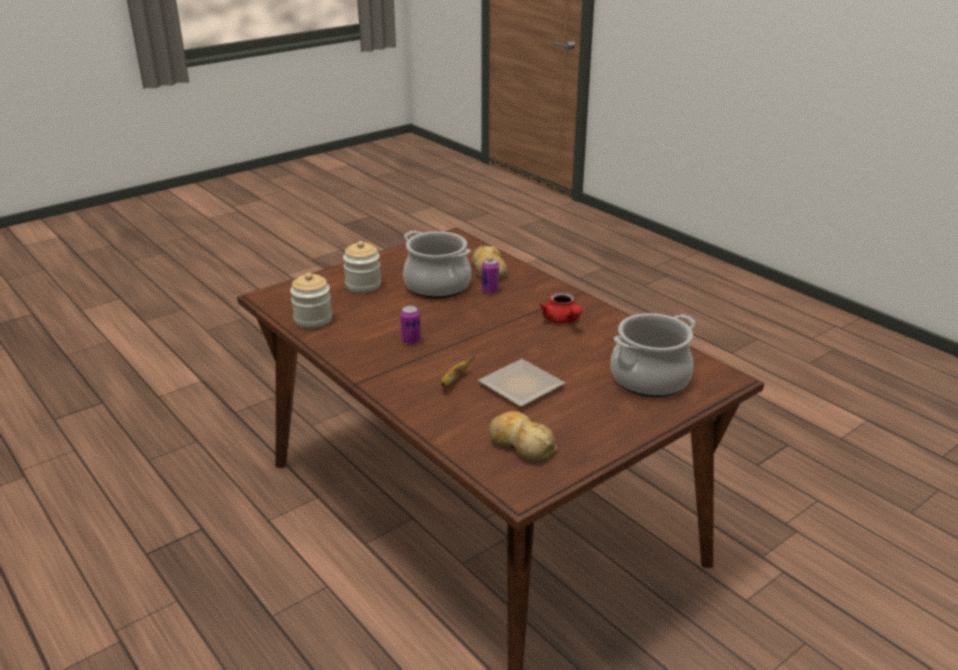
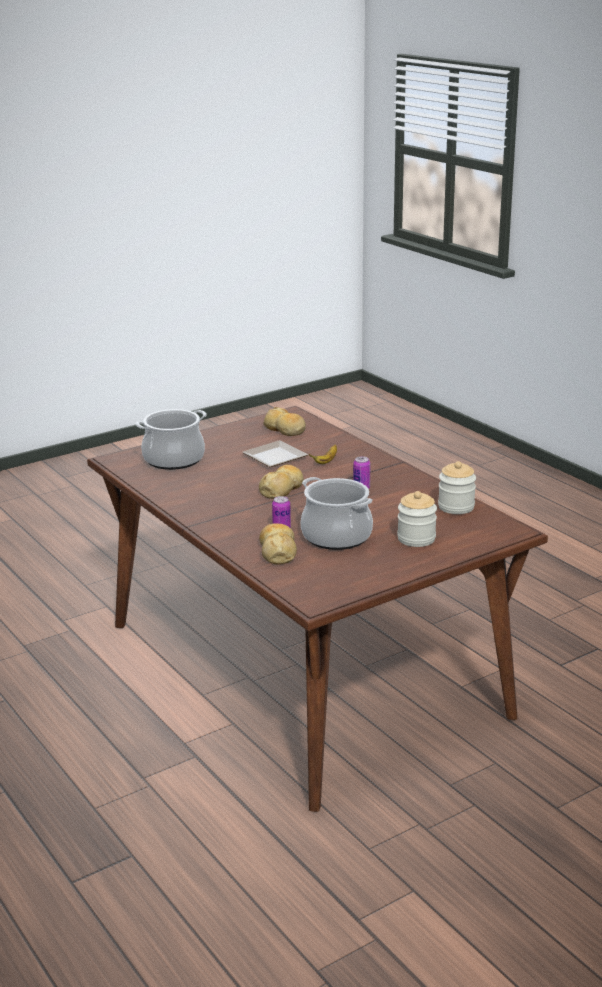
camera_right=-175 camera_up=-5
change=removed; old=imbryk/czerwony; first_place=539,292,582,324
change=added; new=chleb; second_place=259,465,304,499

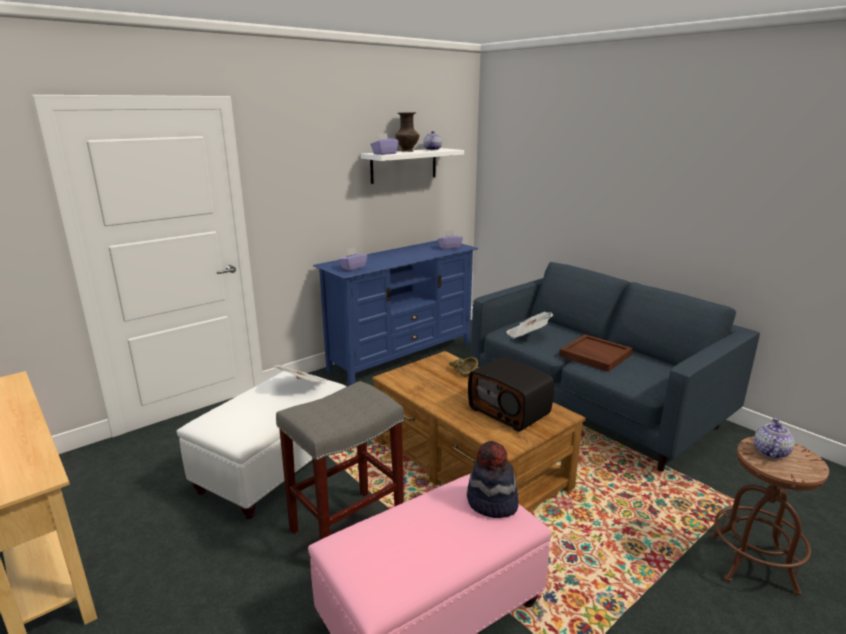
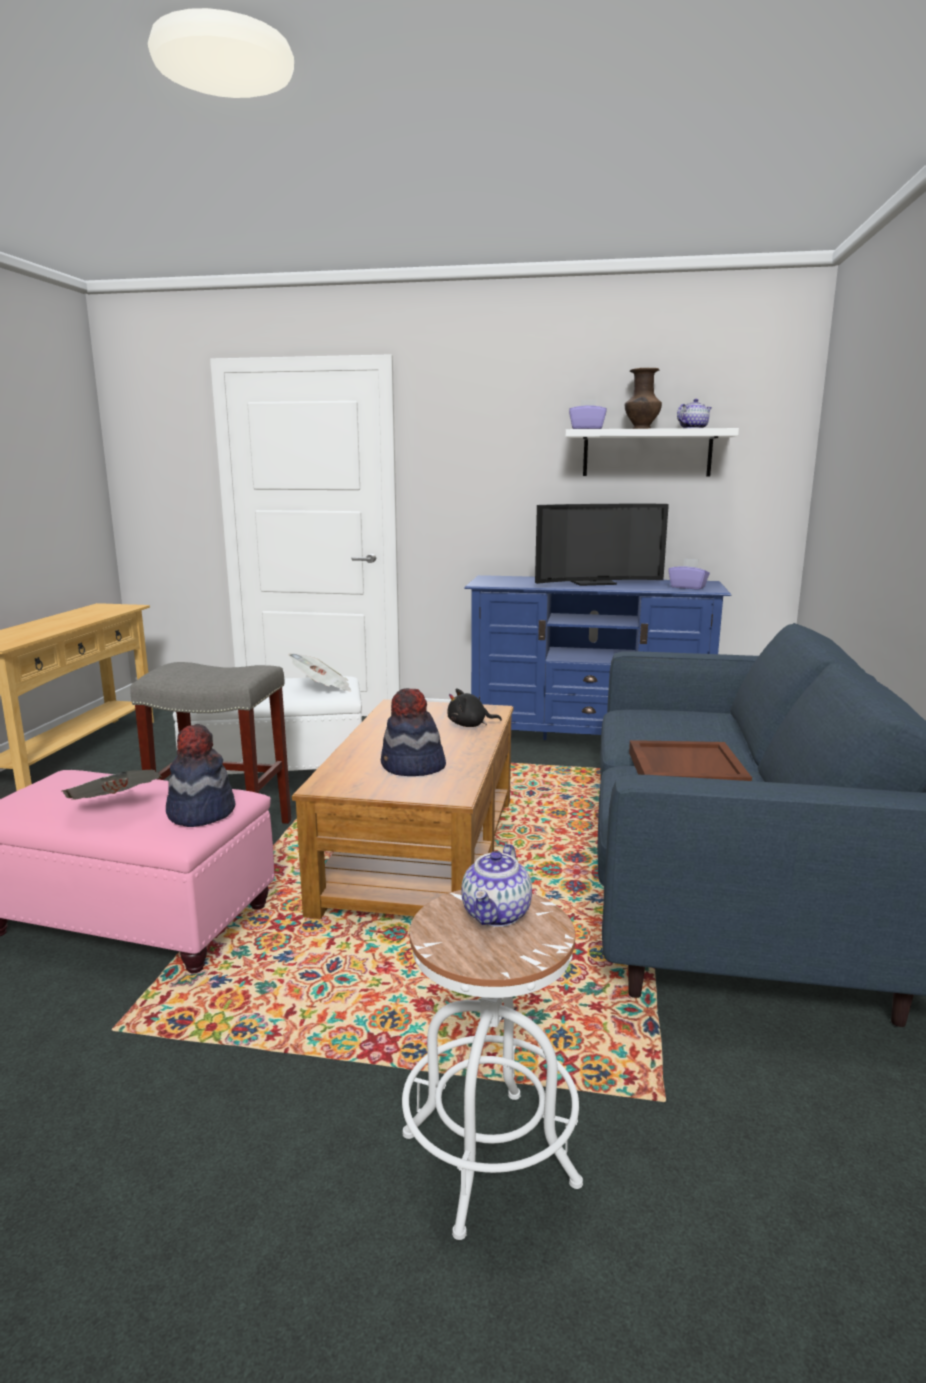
camera_right=50 camera_up=-5
change=removed; old=pudełko chusteczek/fioletowy; first_place=339,248,367,271
change=added; new=telewizor; second_place=535,504,669,586
change=moved; old=gazeta; first_place=507,312,553,339; second_place=62,770,161,800
change=replaced; old=miska/brązowy; new=pluszak/czarny; first_place=449,357,478,377; second_place=447,688,502,727
change=replaced; old=radio; new=kapelusz; first_place=468,357,554,432; second_place=381,688,446,776
change=recoloured; old=stołek/brązowy; new=stołek/biały; first_place=711,437,829,595; second_place=402,890,583,1240
change=turned; old=imbryk; first_place=754,418,794,459; second_place=461,844,532,927; degrees=120

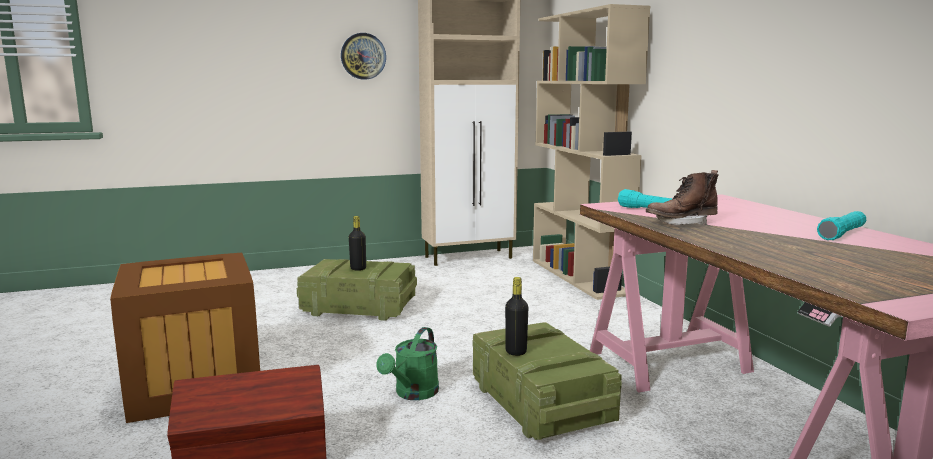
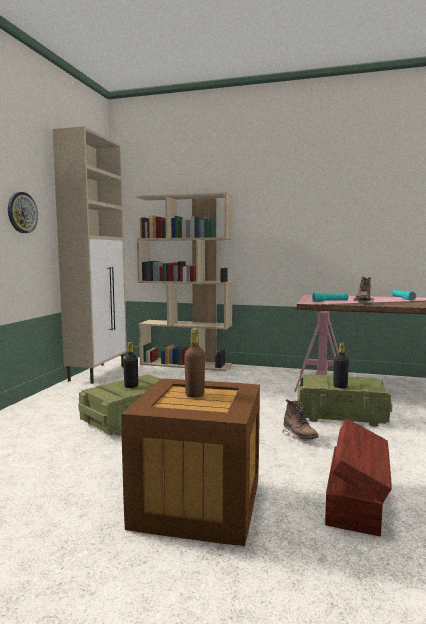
camera_right=-55 camera_up=-5
change=added; new=butelka/brązowy; second_place=184,328,205,398
change=replaced; old=konewka/zielony; new=but z cholewką/brązowy; first_place=376,327,439,400; second_place=283,399,319,441

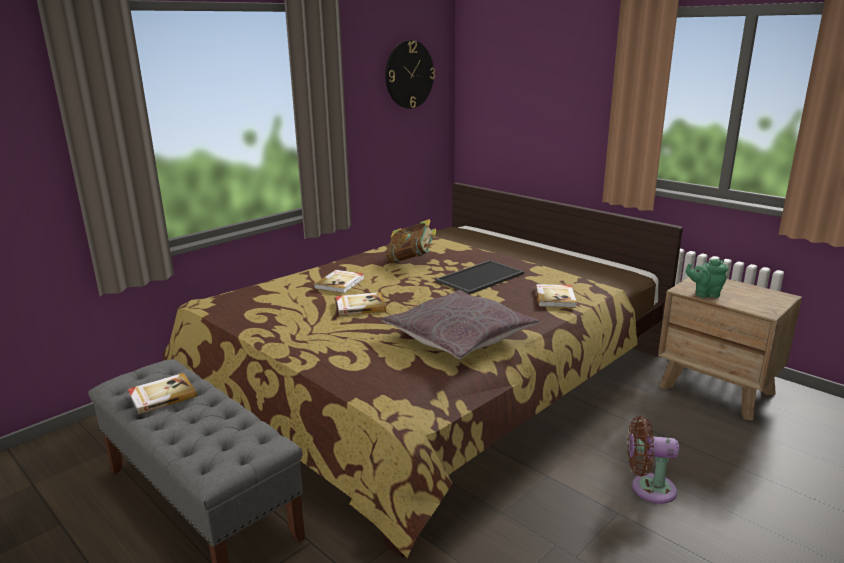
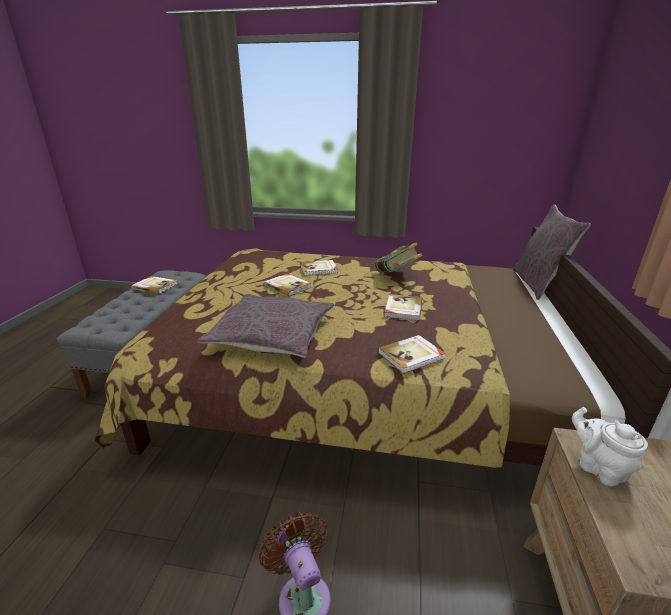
camera_right=55 camera_up=5
change=removed; old=zegar ścienny; first_place=385,40,435,109
change=added; new=poduszka/szary; second_place=513,204,591,300
change=replaced; old=taca; new=książka; first_place=435,260,524,295; second_place=384,294,422,321
change=recoloured; old=imbryk/zielony; new=imbryk/biały; first_place=686,259,728,298; second_place=572,407,648,486

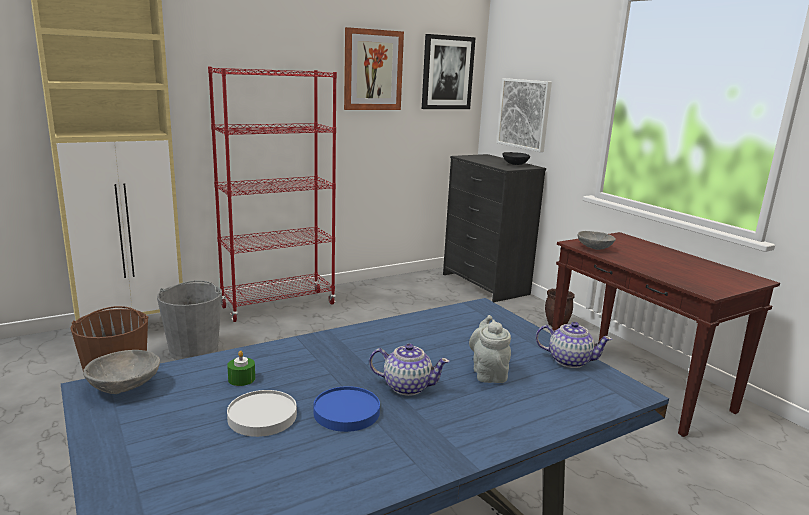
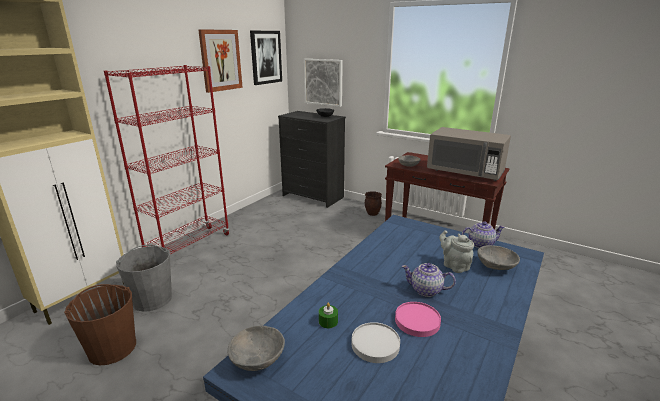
camera_right=-25 camera_up=5
change=added; new=mikrofalówka/szary; second_place=427,127,511,181
change=added; new=miska/szary; second_place=477,245,520,270
change=recoloured; old=talerz/niebieski; new=talerz/różowy; first_place=314,386,380,432; second_place=395,302,441,337
change=turned; old=imbryk; first_place=369,344,450,396; second_place=402,263,456,297; degrees=-150

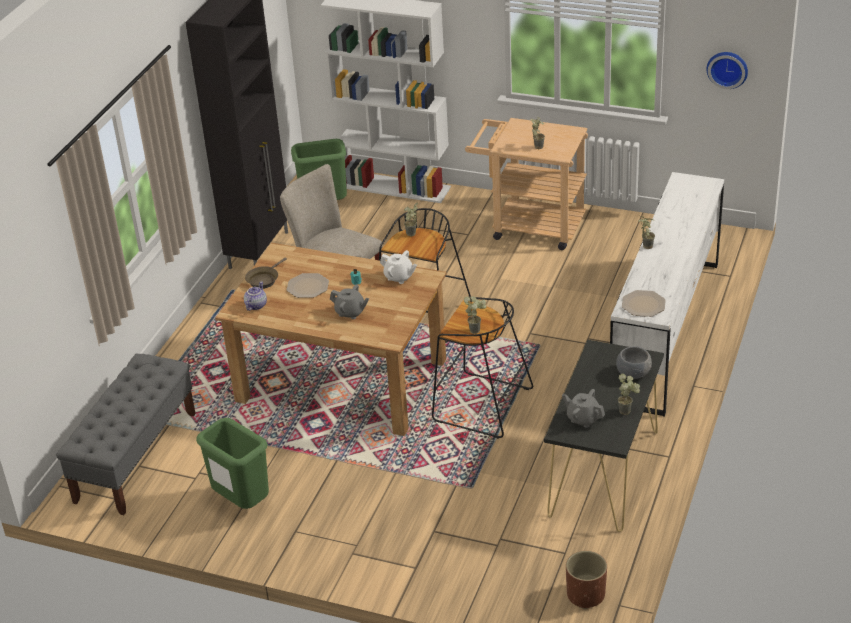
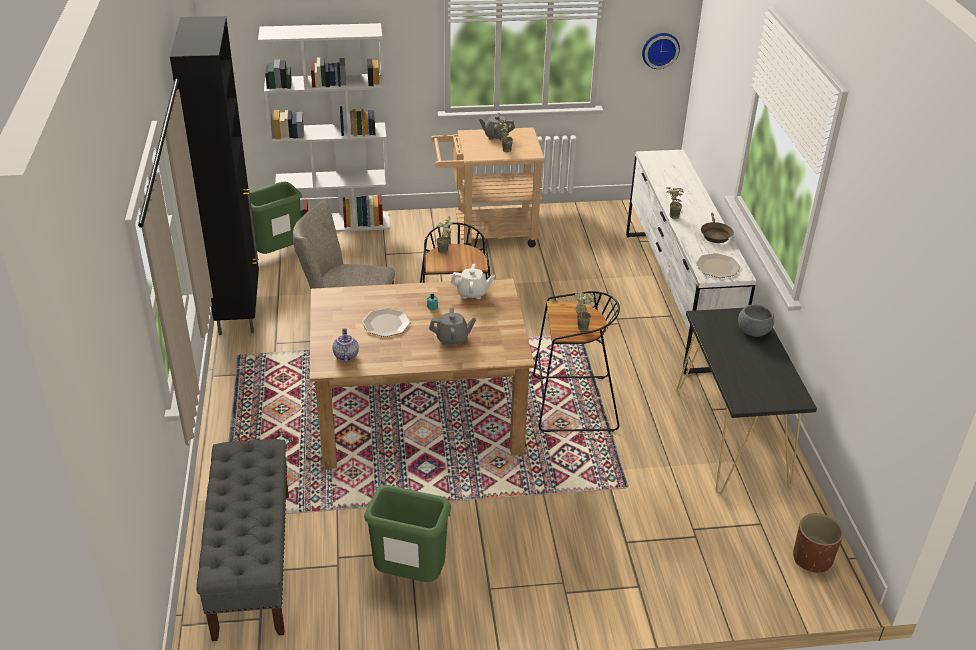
camera_right=-30 camera_up=0
change=removed; old=roślina doniczkowa; first_place=618,374,640,415
change=moved; old=patelnia/brązowy; first_place=245,257,287,289; second_place=701,213,734,243
change=moved; old=imbryk/szary; first_place=562,389,605,428; second_place=479,113,515,141

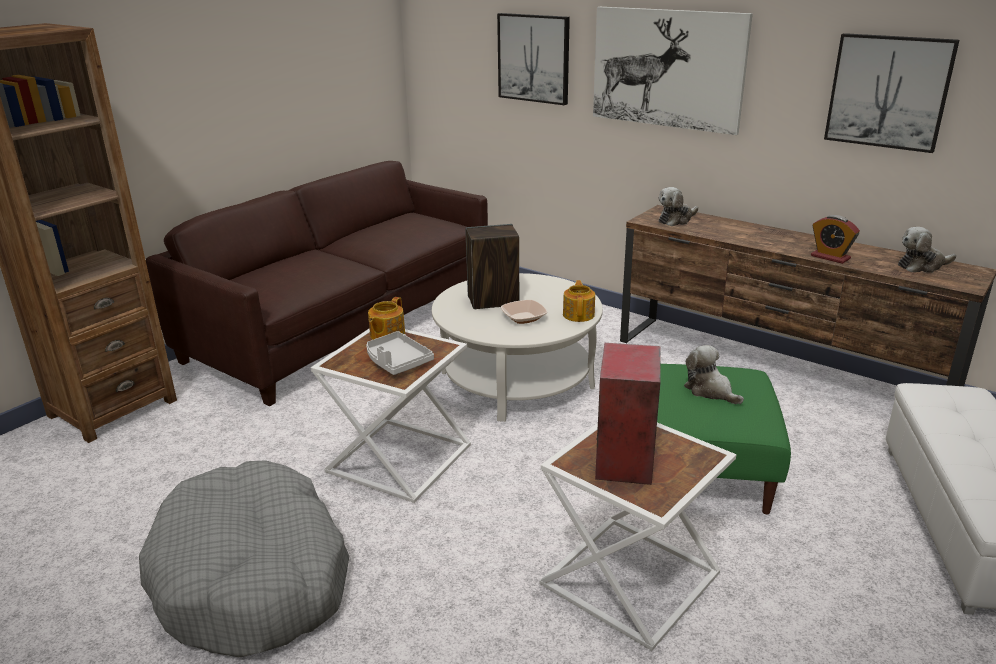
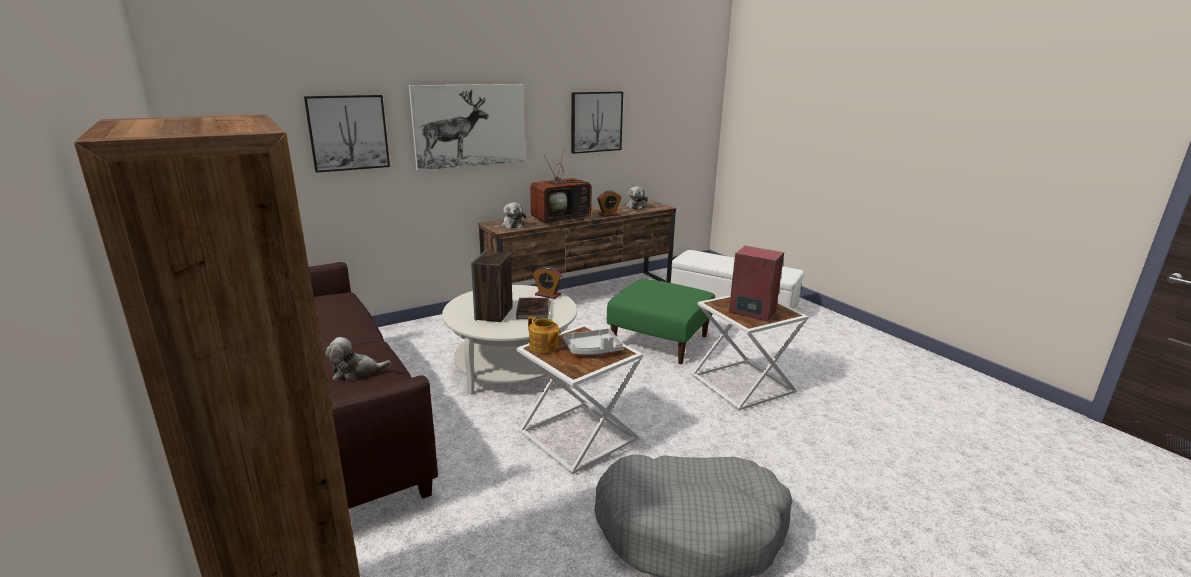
camera_right=-70 camera_up=-5
change=added; new=telewizor; second_place=530,147,592,225
change=moved; old=pluszak; first_place=684,345,744,404; second_place=325,337,391,381
change=replaced; old=miska; new=książka/brązowy; first_place=501,300,547,324; second_place=516,298,551,319
change=replaced; old=imbryk; new=budzik; first_place=563,280,595,322; second_place=533,266,563,299

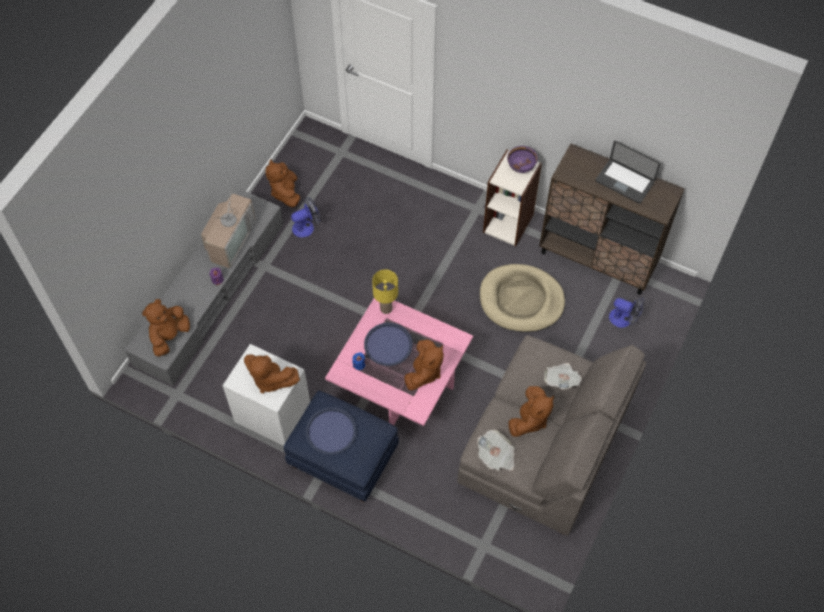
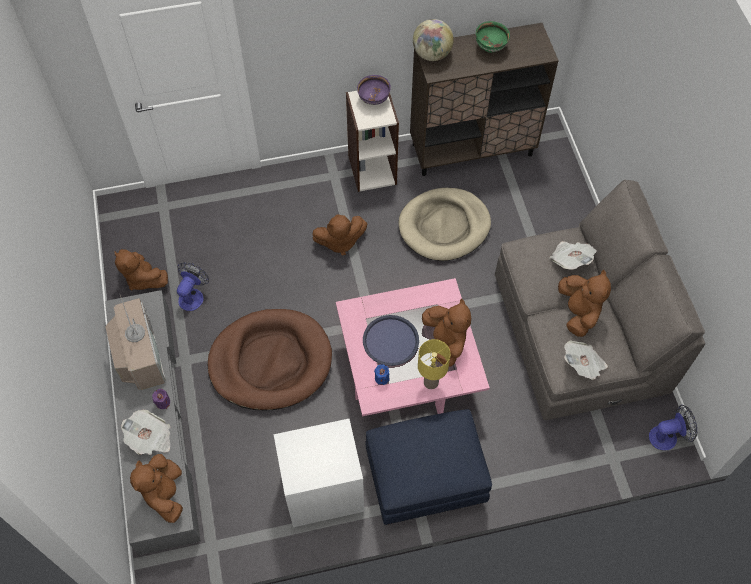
camera_right=-40 camera_up=0
change=removed; old=taca/niebieski; first_place=306,407,357,455
change=added; new=gazeta; second_place=121,410,170,455
change=added; new=legowisko/brązowy; second_place=208,309,332,410
change=added; new=globus; second_place=413,19,454,61
change=moved; old=pluszak/brązowy; first_place=244,355,300,394; second_place=312,214,367,255
change=moved; old=lampa stołowa/żółty; first_place=372,269,398,314; second_place=418,339,451,389
change=moved; old=wentylator; first_place=609,297,645,328; second_place=649,405,697,451
change=replaced; old=laptop; new=miska/zielony; first_place=595,141,660,204; second_place=476,21,510,53

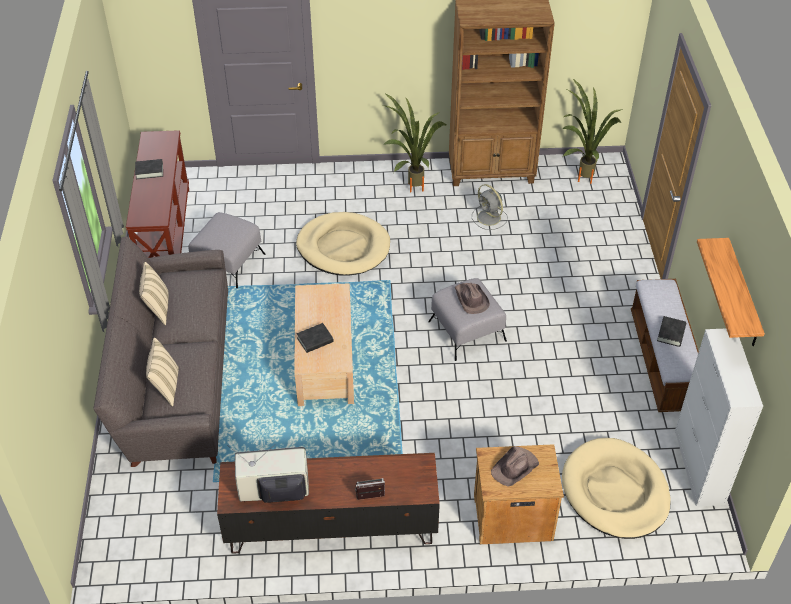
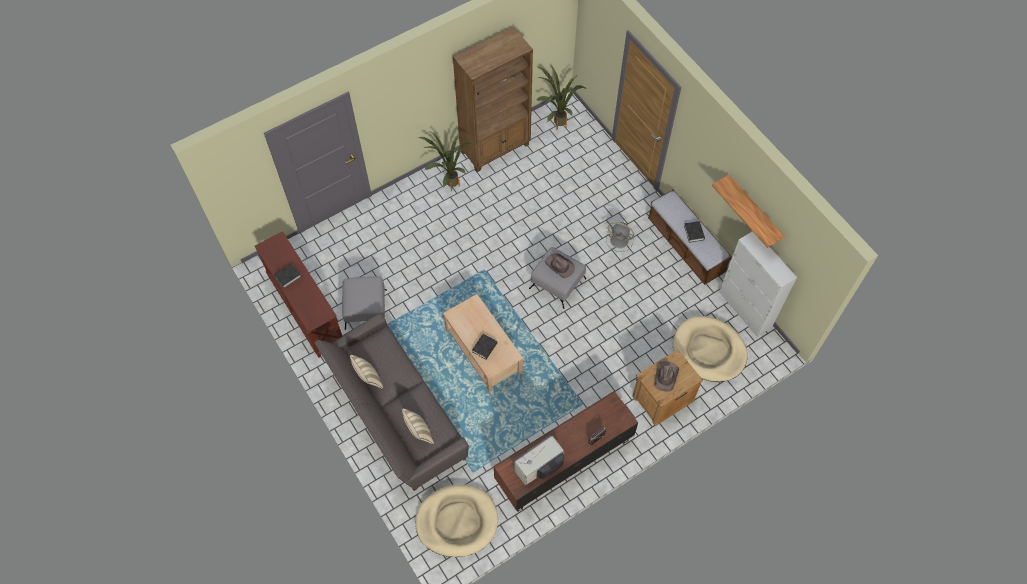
camera_right=-30 camera_up=15
change=moved; old=legowisko/beżowy; first_place=296,212,390,276; second_place=415,484,498,557
change=moved; old=wentylator/szary; first_place=472,184,508,230; second_place=606,222,634,252

